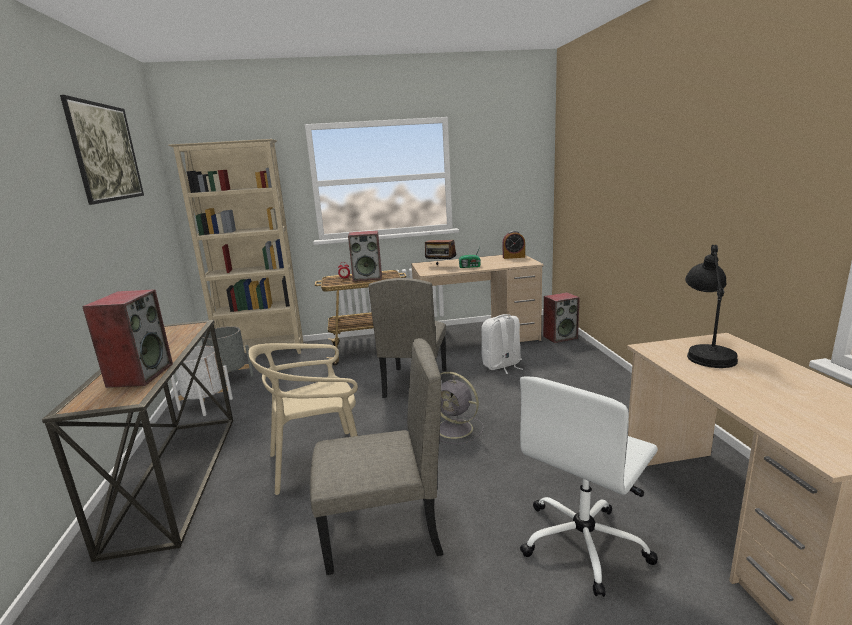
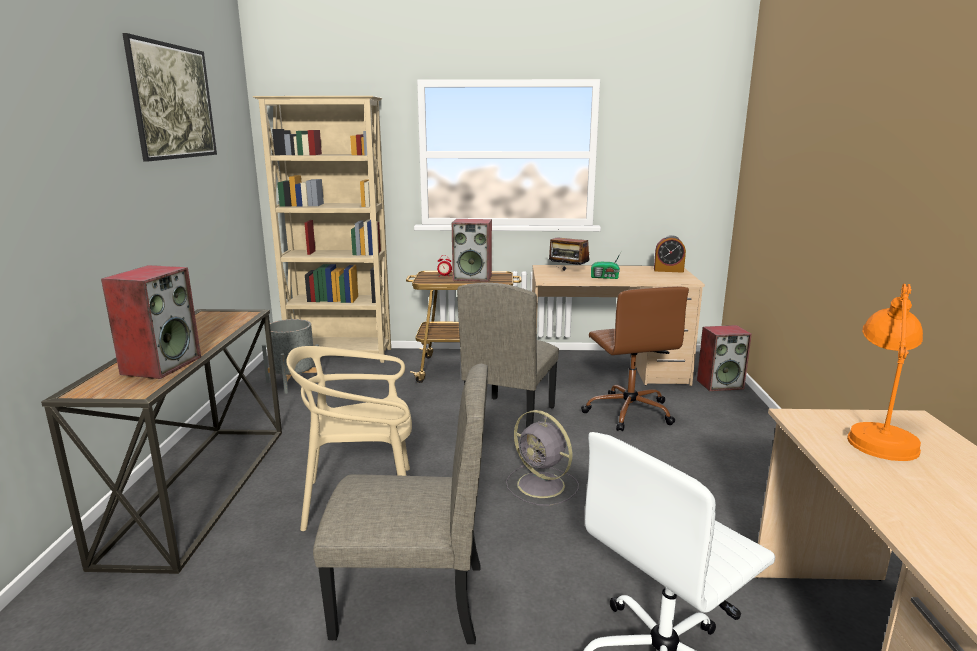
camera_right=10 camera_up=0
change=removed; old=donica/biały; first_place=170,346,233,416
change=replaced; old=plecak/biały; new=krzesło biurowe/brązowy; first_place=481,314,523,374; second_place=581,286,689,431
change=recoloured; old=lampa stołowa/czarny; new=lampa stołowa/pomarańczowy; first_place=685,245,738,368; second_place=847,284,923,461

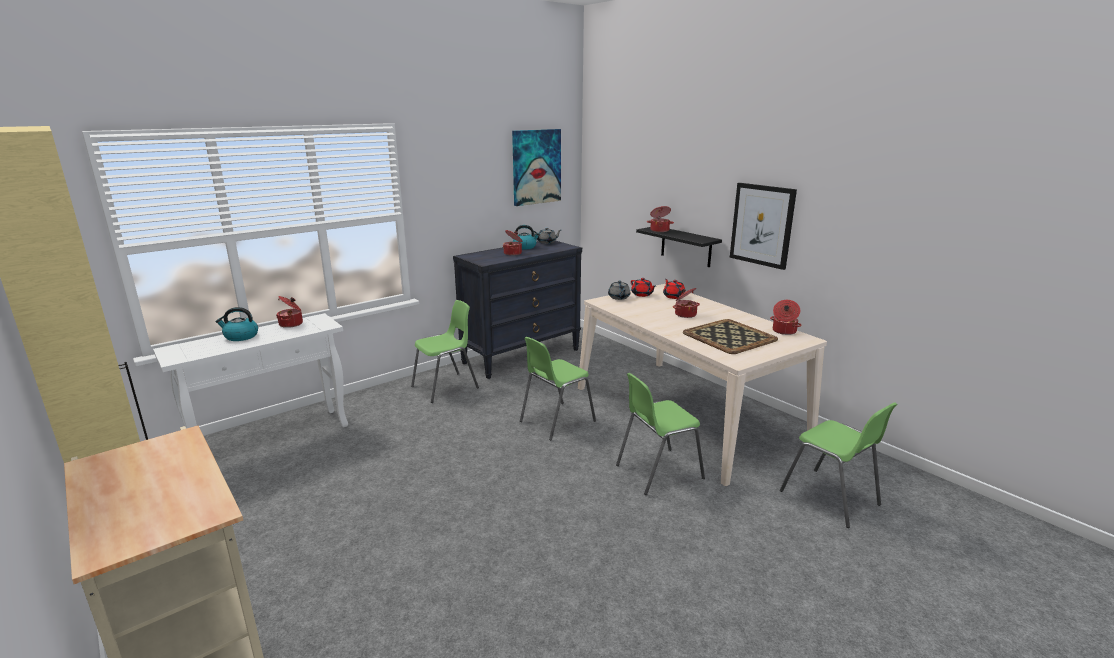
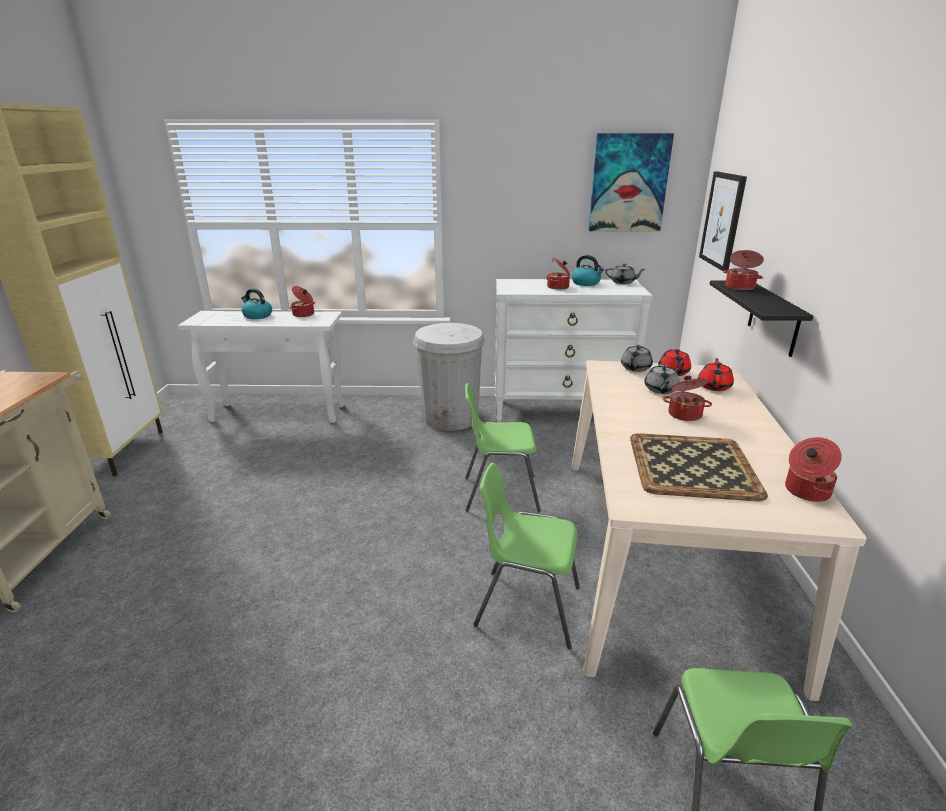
camera_right=40 camera_up=5
change=added; new=imbryk/szary; second_place=645,365,680,394
change=moved; old=obraz; first_place=730,183,797,270; second_place=699,172,747,271
change=replaced; old=krzesło/zielony; new=kosz na śmieci/biały; first_place=411,300,479,403; second_place=414,323,485,431
change=recoloured; old=komoda/czarny; new=komoda/biały; first_place=453,241,582,379; second_place=494,279,653,422

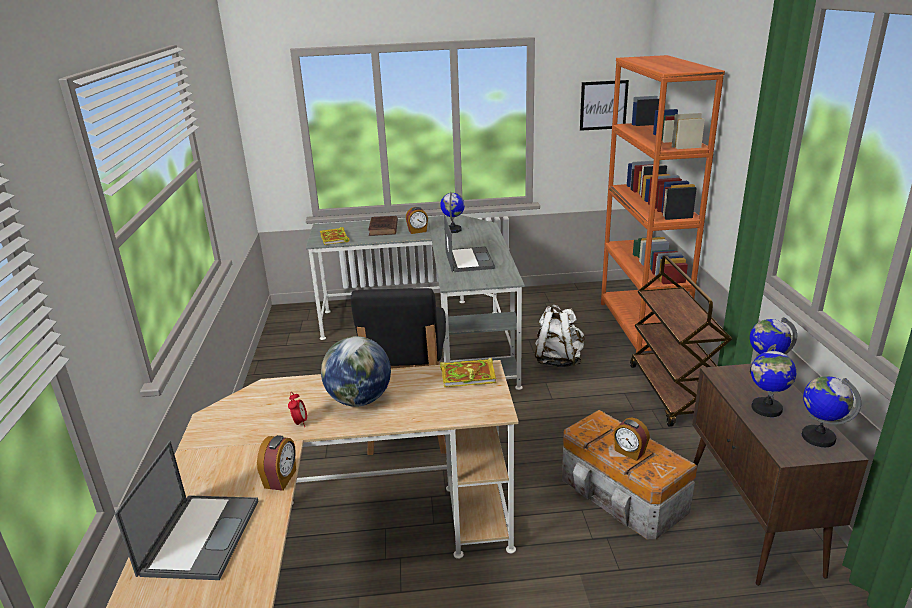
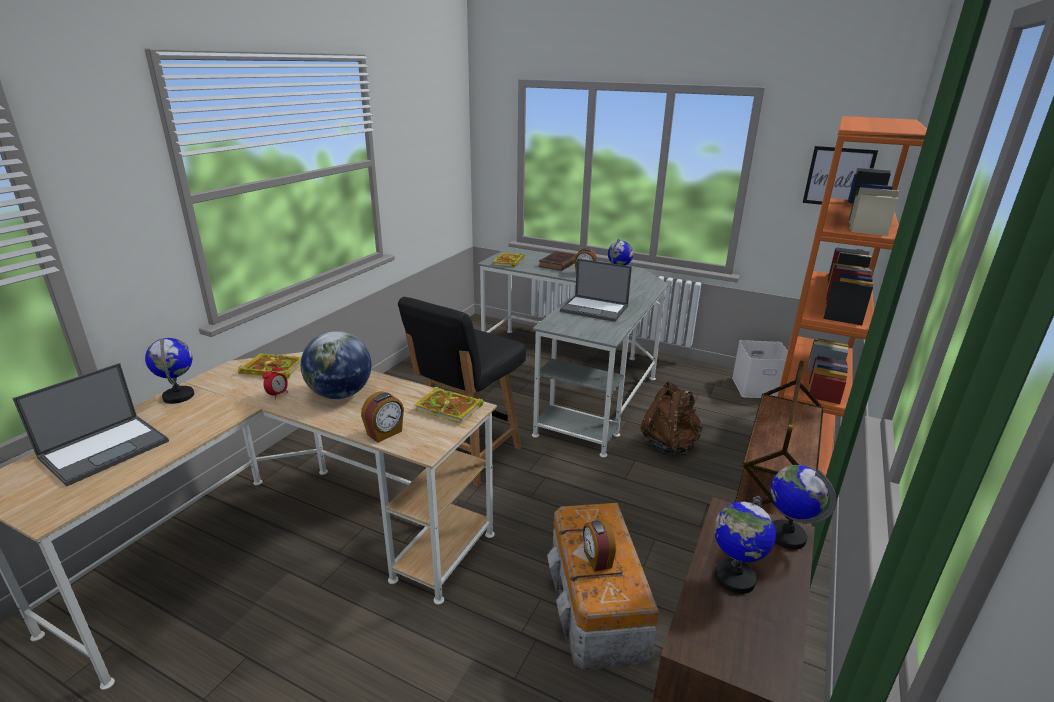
camera_right=30 camera_up=0
change=added; new=książka; second_place=238,353,301,379
change=added; new=pojemnik do przechowywania/biały; second_place=732,340,788,398
change=moved; old=budzik; first_place=257,435,296,491; second_place=361,391,404,443
change=moved; old=globus; first_place=802,376,861,447; second_place=145,338,194,404
change=recoloured; old=plecak/biały; new=plecak/brązowy; first_place=535,304,585,367; second_place=640,381,703,455
change=turned; old=laptop; first_place=444,215,495,272; second_place=560,258,632,322; degrees=90

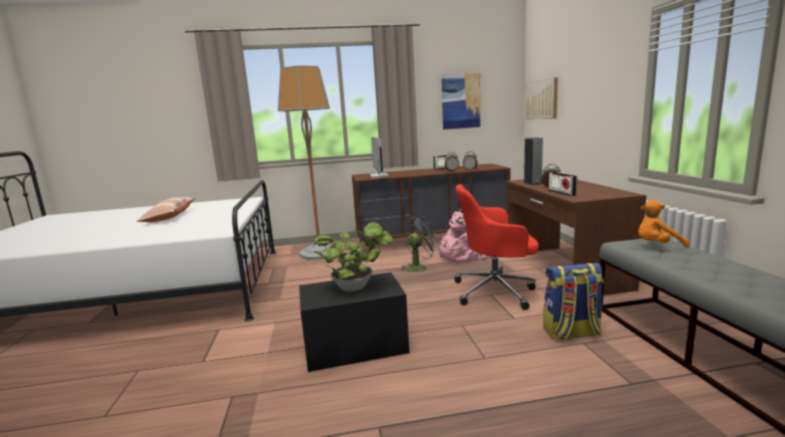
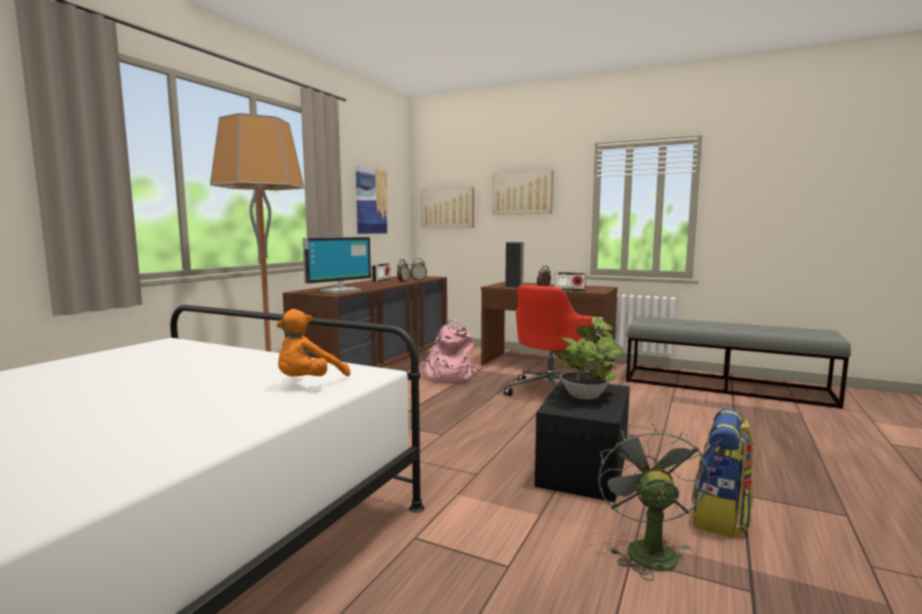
camera_right=-55 camera_up=-5
change=removed; old=poduszka; first_place=136,197,195,222
change=added; new=obraz; second_place=492,170,553,215
change=moved; old=wentylator/szary; first_place=400,215,440,272; second_place=598,423,709,581
change=moved; old=plecak; first_place=543,263,604,340; second_place=692,408,753,538
change=moved; old=pluszak/pomarańczowy; first_place=638,200,689,247; second_place=277,309,350,377
change=turned; old=monitor; first_place=370,137,389,178; second_place=303,237,371,294; degrees=105

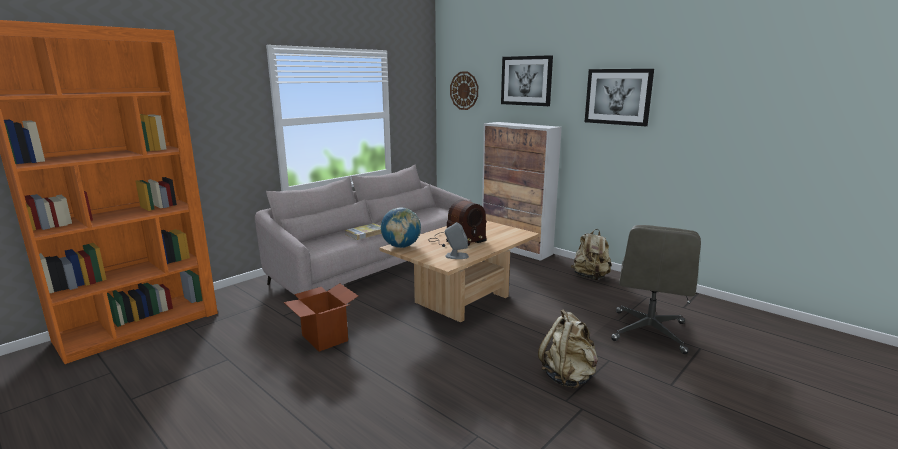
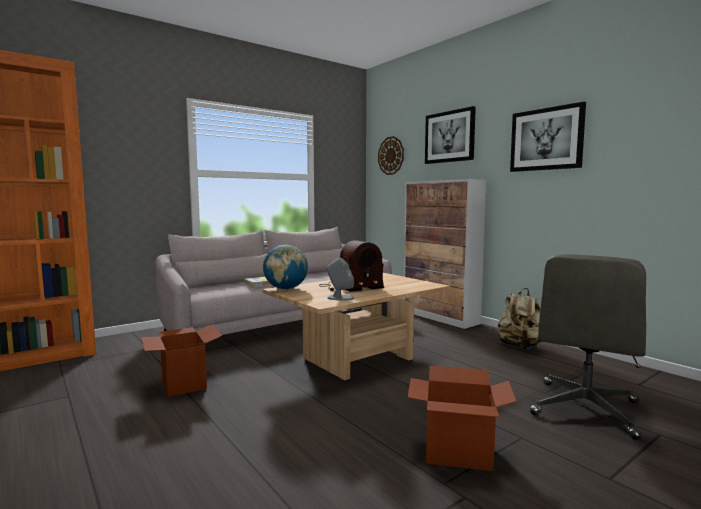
camera_right=10 camera_up=-10
change=replaced; old=plecak/beżowy; new=karton; first_place=538,309,598,389; second_place=408,366,517,471

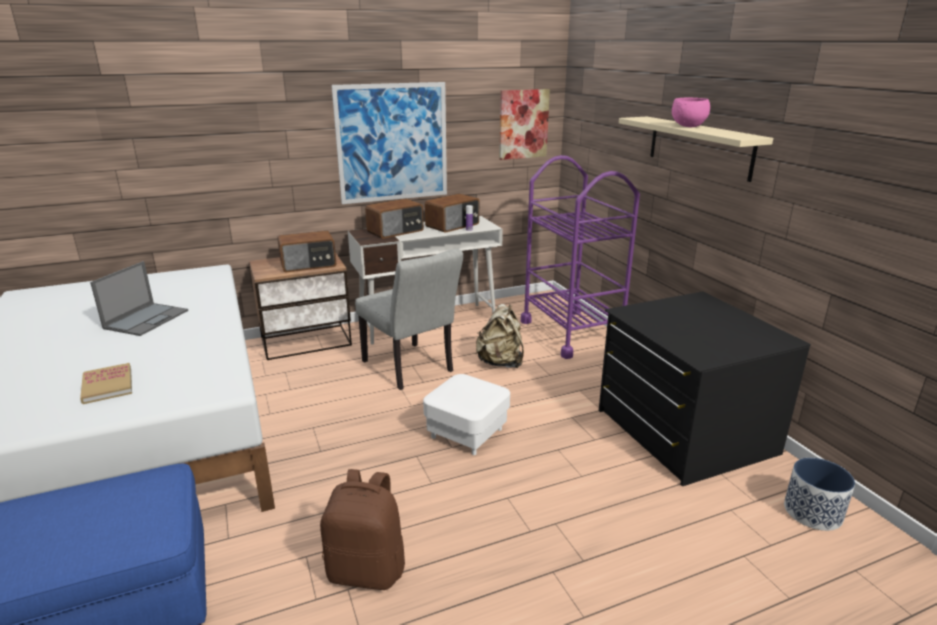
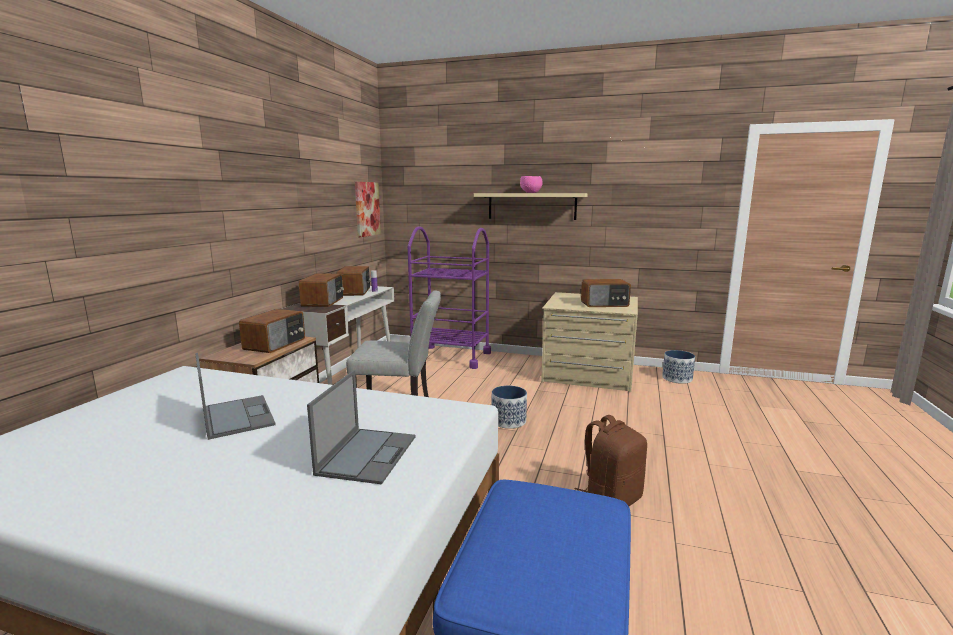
camera_right=-50 camera_up=-10
change=removed; old=obraz; first_place=331,82,447,204
change=removed; old=plecak/beżowy; first_place=476,304,524,368
change=added; new=radio; second_place=581,279,631,307
change=replaced; old=książka; new=laptop; first_place=80,363,132,404; second_place=307,370,415,484
change=replaced; old=pufa/biały; new=donica; first_place=423,374,510,455; second_place=491,386,527,429
change=recoloured; old=komoda/czarny; new=komoda/beżowy; first_place=599,291,811,486; second_place=541,292,638,392

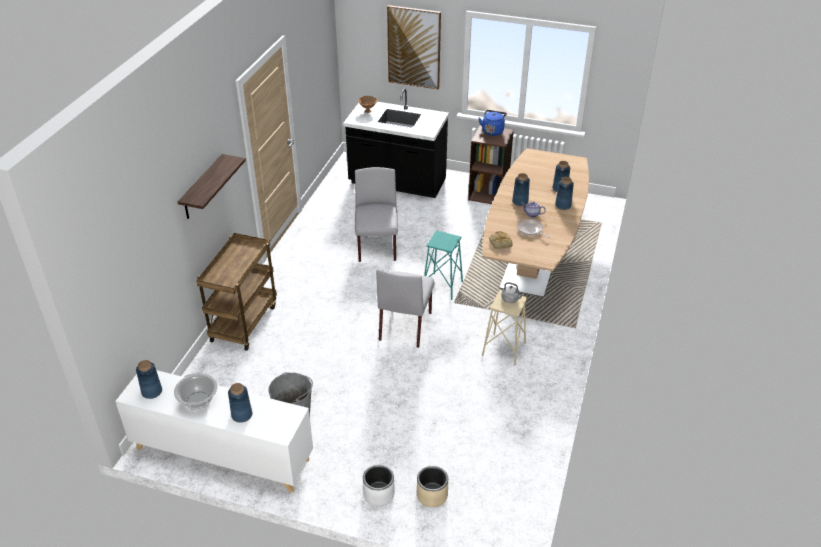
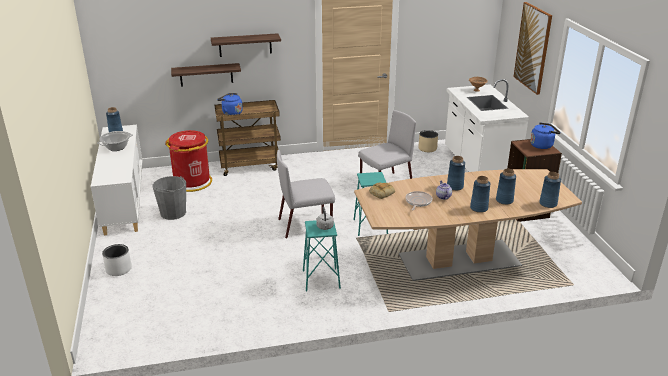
camera_right=60 camera_up=-10
change=added; new=kosz na śmieci/czerwony; second_place=165,130,212,192
change=added; new=półka; second_place=171,63,241,87
change=added; new=czajnik/niebieski; second_place=217,93,243,115
change=moved; old=wazon/niebieski; first_place=228,383,252,423; second_place=539,172,561,208
change=moved; old=donica/beżowy; first_place=417,466,448,507; second_place=418,130,438,152
change=recoloured; old=zabudowa kuchenna/czarny; new=zabudowa kuchenna/biały; first_place=343,88,449,198; second_place=445,79,529,172
change=recoloured; old=stołek/beżowy; new=stołek/turkusowy; first_place=482,290,528,365; second_place=303,220,341,292

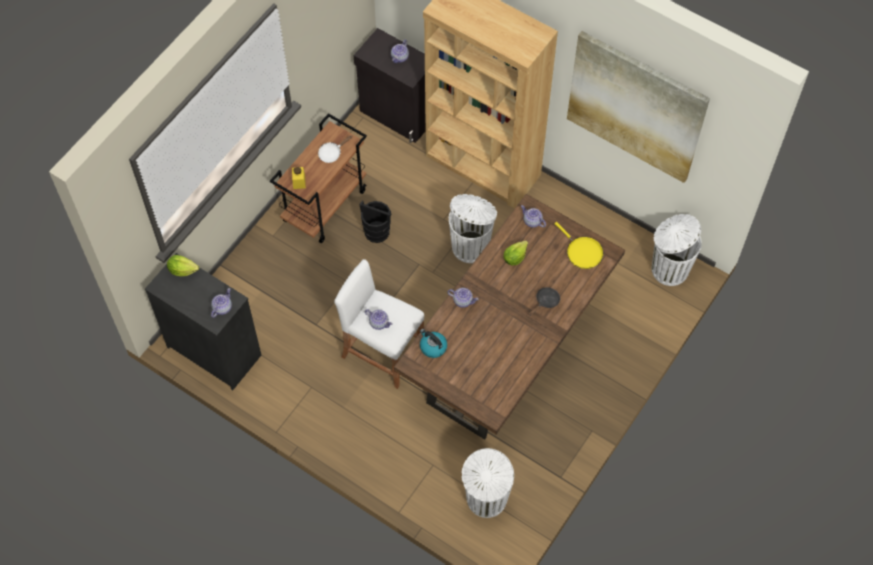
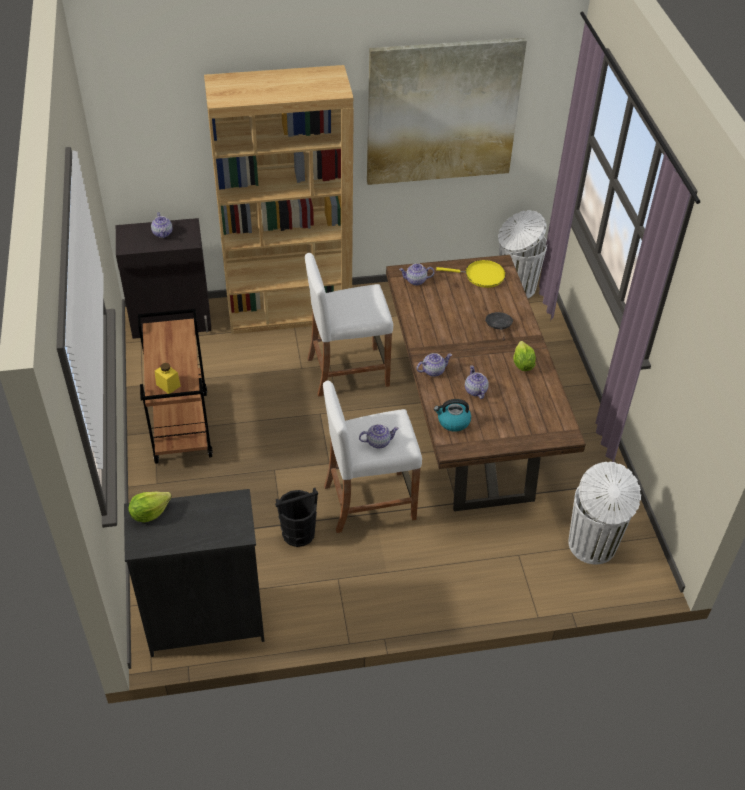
camera_right=-45 camera_up=-15
change=removed; old=patelnia/biały; first_place=318,135,352,163
change=moved; old=imbryk; first_place=211,288,232,318; second_place=465,365,489,399
change=moved; old=wiadro/czarny; first_place=360,201,391,243; second_place=275,488,318,547
change=moved; old=sałata; first_place=503,240,528,265; second_place=513,341,536,371
change=replaced; old=kosz na śmieci/biały; new=stołek/biały; first_place=449,194,497,263; second_place=305,253,393,397

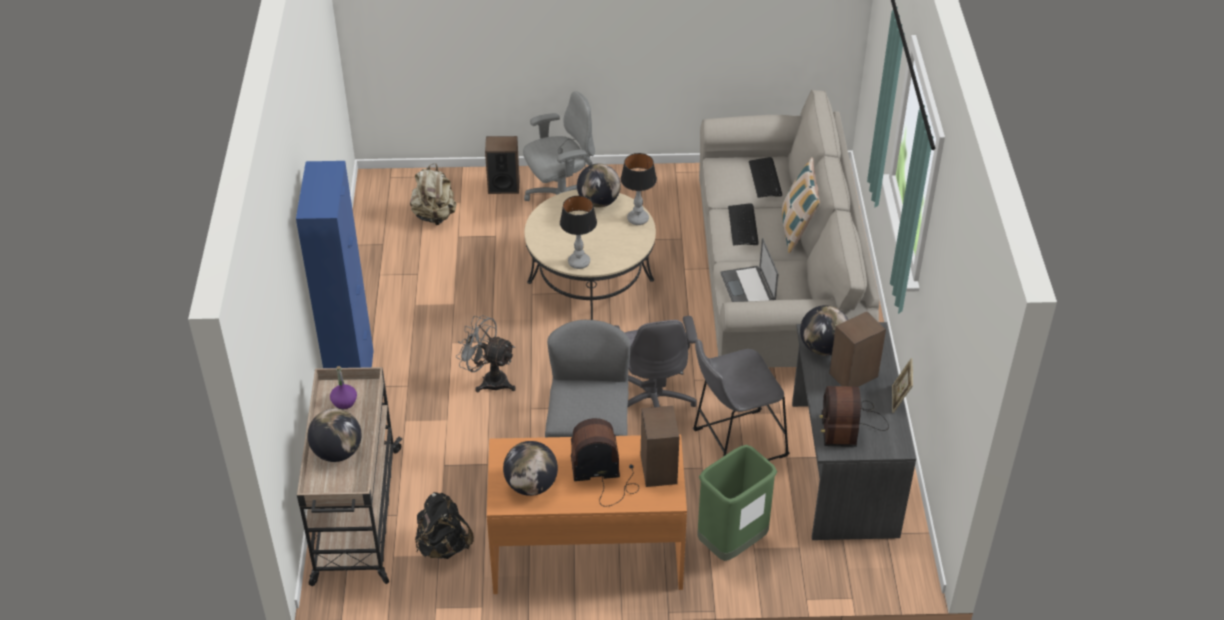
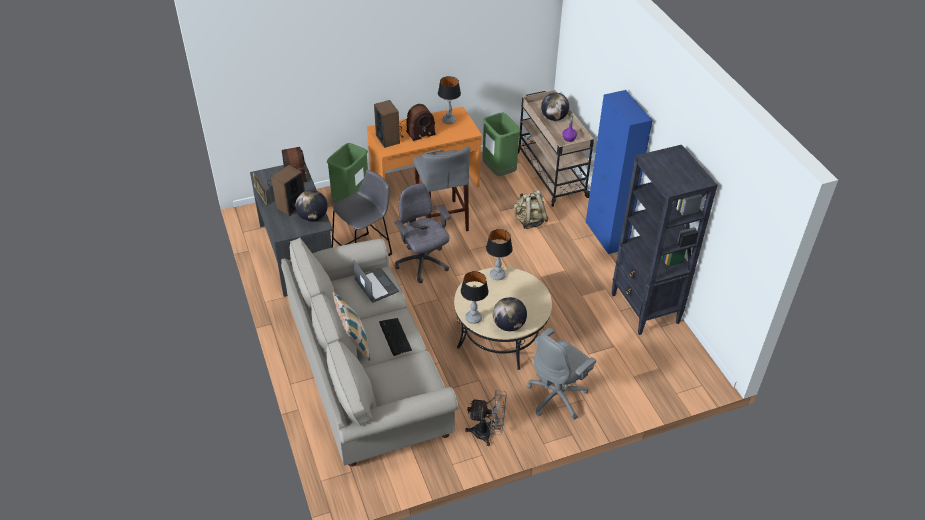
camera_right=160 camera_up=0
change=removed; old=głośnik; first_place=485,136,520,194
change=removed; old=klawiatura; first_place=749,157,782,198
change=added; new=regał/czarny; second_place=611,145,718,335
change=moved; old=plecak/beżowy; first_place=410,163,456,225; second_place=514,190,548,229
change=moved; old=wentylator/szary; first_place=456,315,516,392; second_place=465,390,507,446
change=replaced; old=plecak/czarny; new=kosz na śmieci/zielony; first_place=415,492,474,559; second_place=482,113,520,176
change=replaced; old=globus; new=lampa stołowa; first_place=503,441,558,496; second_place=438,76,461,124

